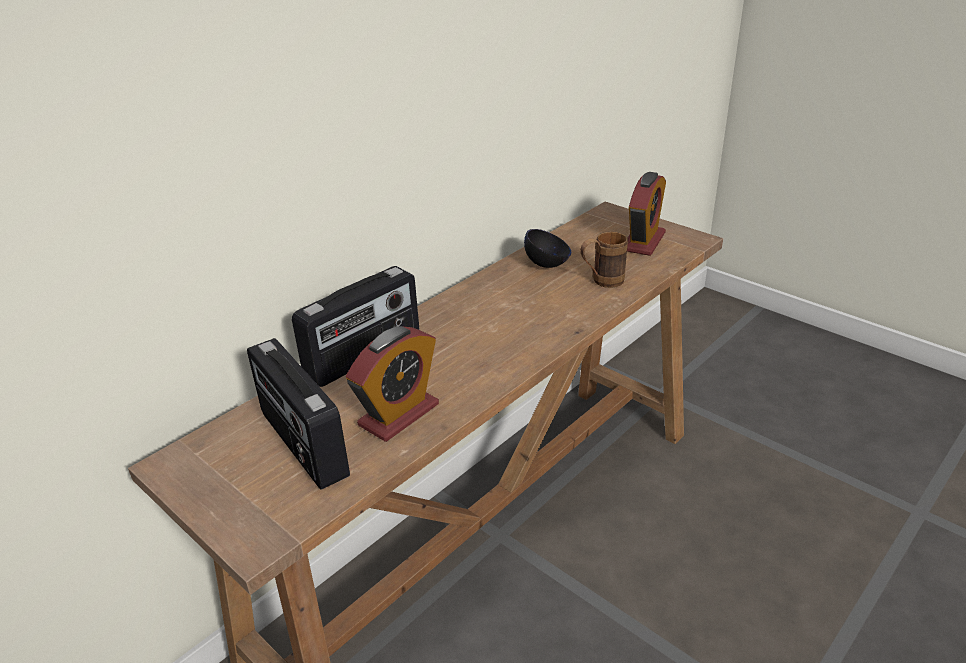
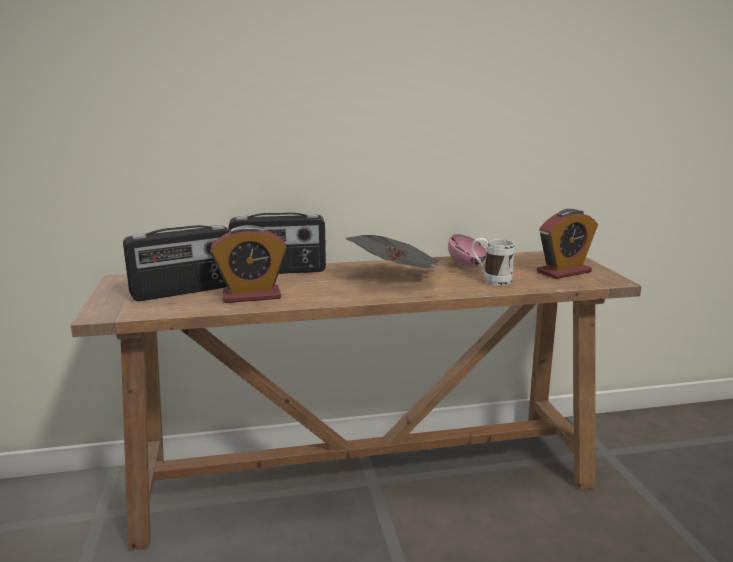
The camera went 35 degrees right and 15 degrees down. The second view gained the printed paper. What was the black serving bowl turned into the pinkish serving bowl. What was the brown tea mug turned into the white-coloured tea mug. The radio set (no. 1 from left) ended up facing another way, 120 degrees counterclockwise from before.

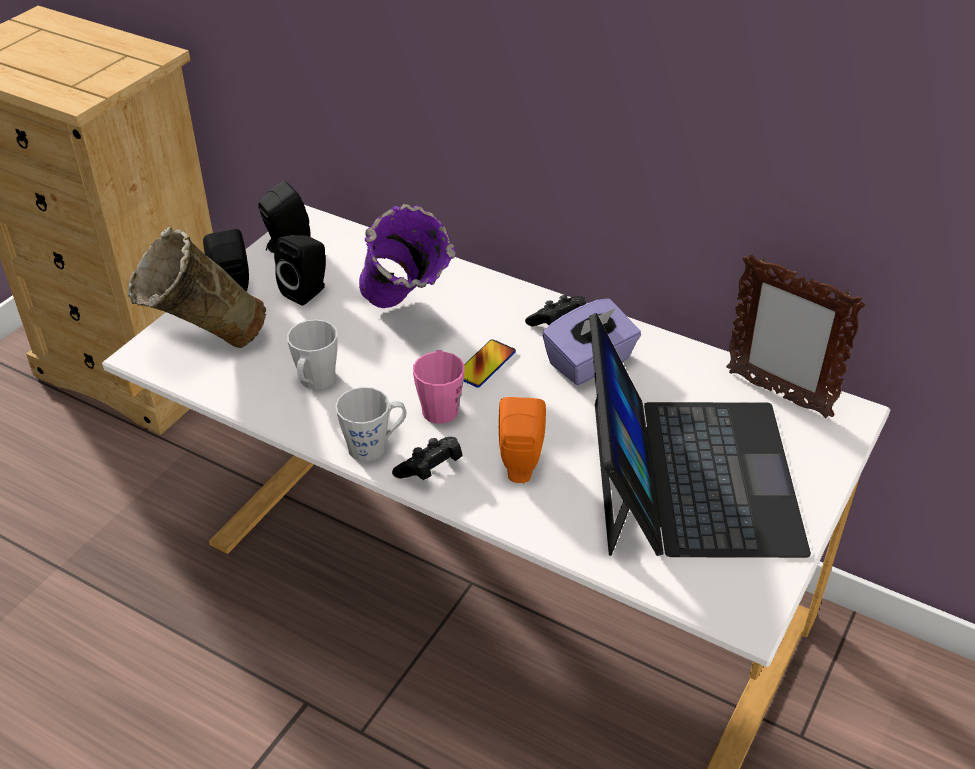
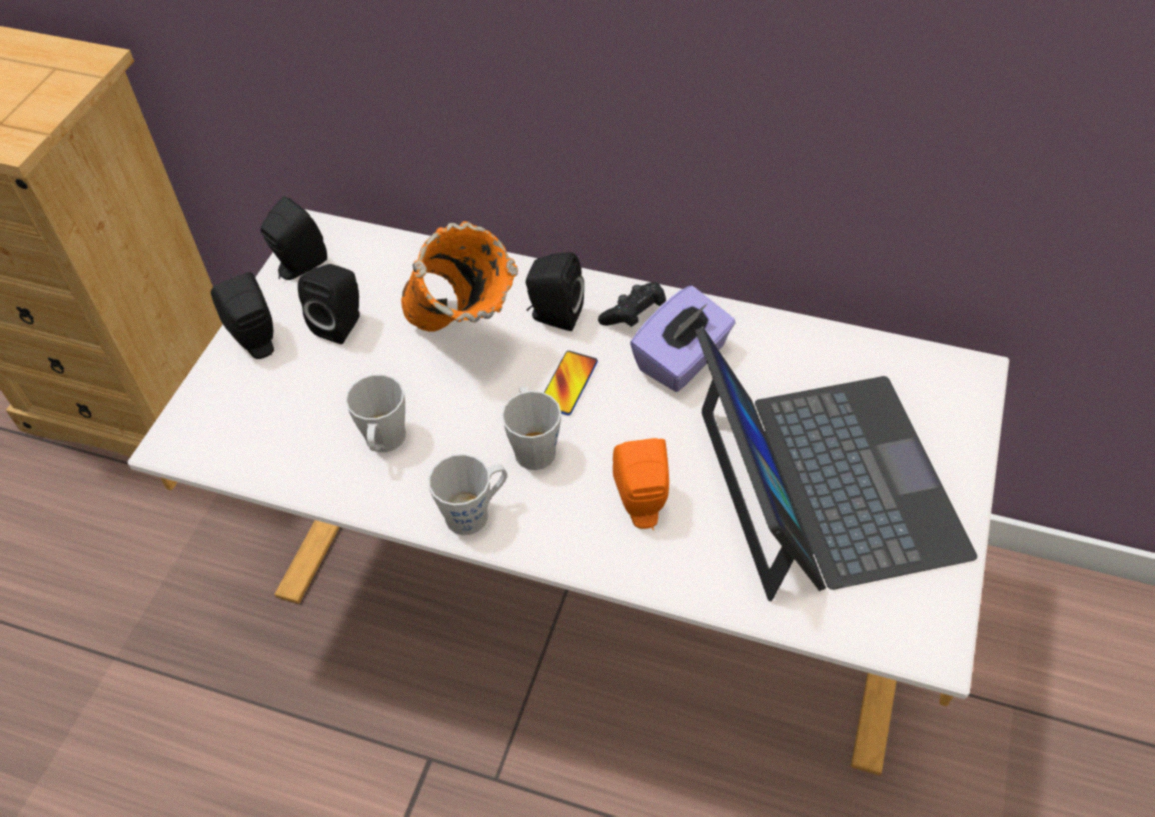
The camera went 10 degrees left and 10 degrees up. The second view lost the sand-coloured vase. The second view lost the black joypad (no. 1 from left). The second view lost the picture frame. The second view gained the black speaker (no. 4 from left). What was the purplish vase turned into the orange vase. What was the pinkish tea mug turned into the greyish tea mug (no. 3 from left).

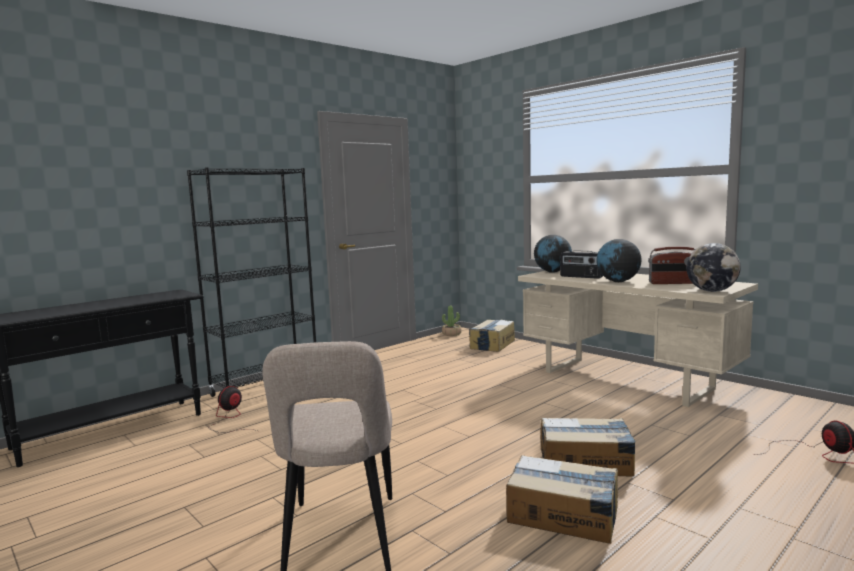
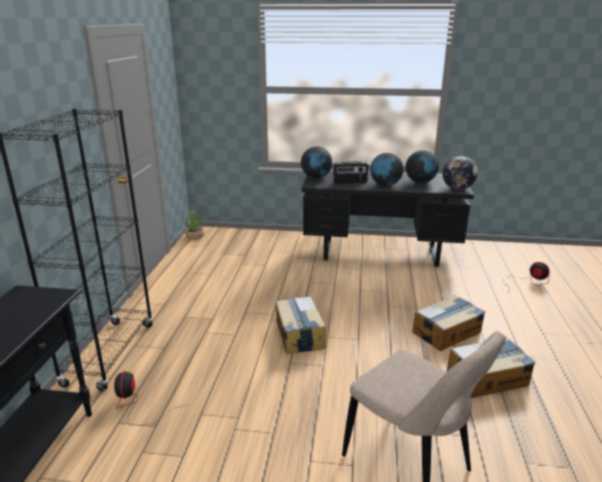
The camera went 40 degrees left and 15 degrees up. The cardboard box (no. 1 from left) ended up elsewhere. Where the radio set (no. 2 from left) stood, the globe (no. 3 from left) came to stand. What was the sand-coloured desk table turned into the black desk table.

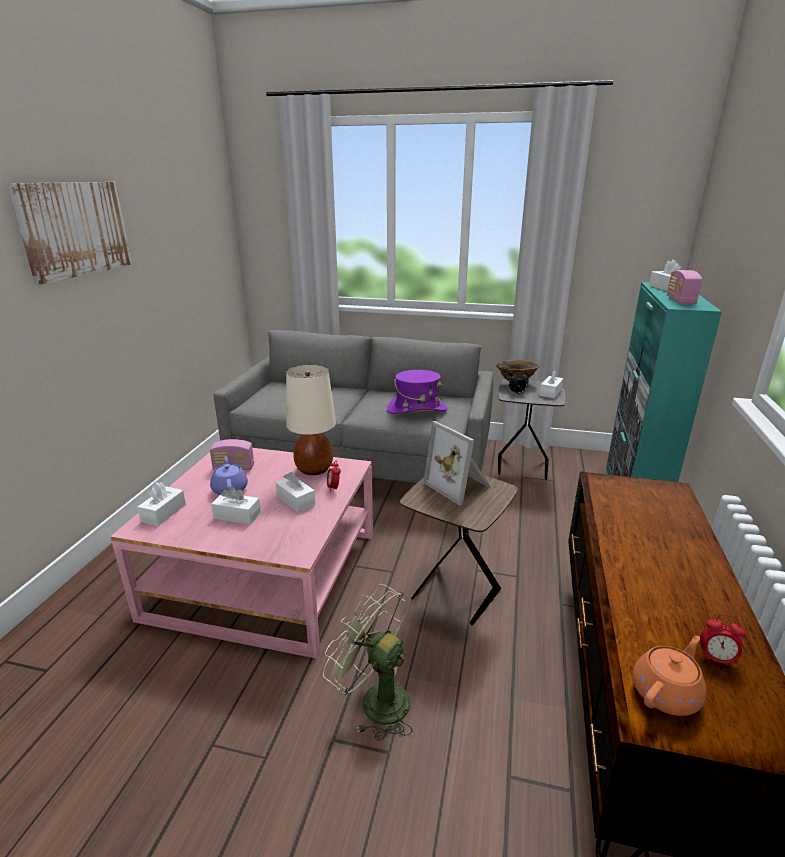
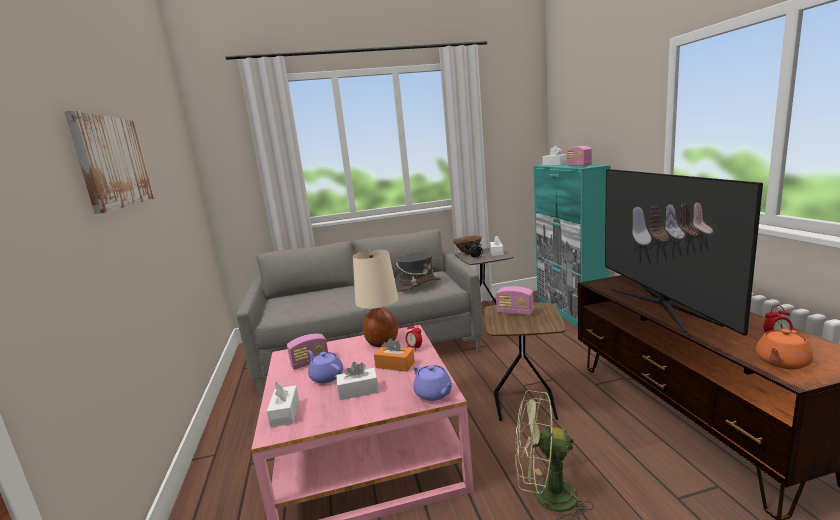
The camera went 25 degrees left and 10 degrees down. The second view gained the purplish pot for tea (no. 2 from left). The second view gained the television. Where the picture frame stood, the radio set (no. 2 from left) came to stand. What was the white-coloured box of tissues (no. 3 from left) turned into the orange box of tissues. What was the purplish wearable hat turned into the greyish wearable hat. The orange pot for tea ended up facing another way, 150 degrees counterclockwise from before.

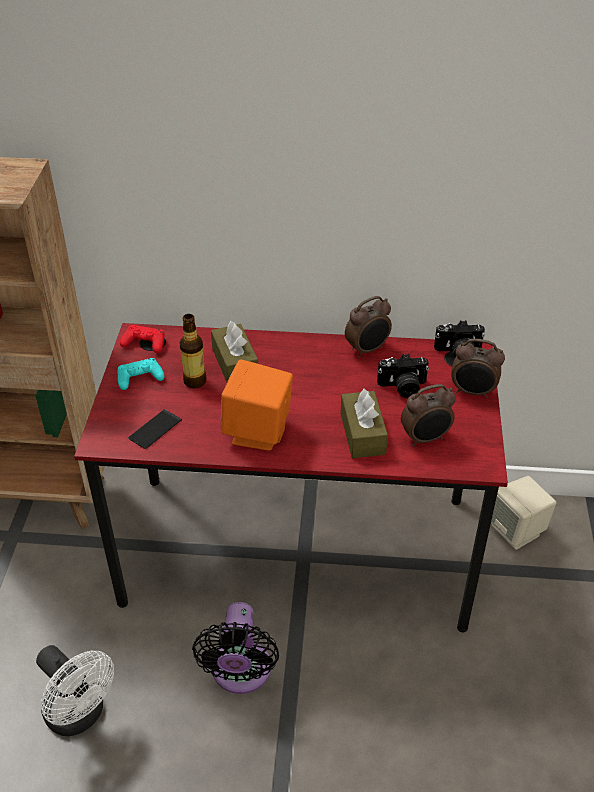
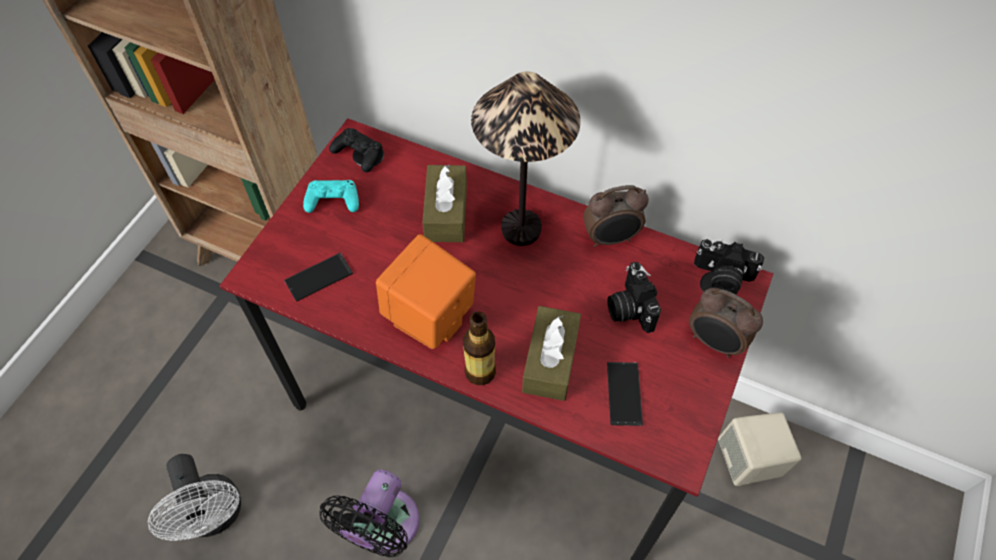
The camera went 20 degrees right and 15 degrees up. The second view gained the tabletop lamp. The bottle ended up elsewhere. Where the bedside clock (no. 2 from left) stood, the phone (no. 2 from left) came to stand. What was the red joypad turned into the black joypad. The still camera (no. 1 from left) ended up facing another way, 60 degrees clockwise from before.

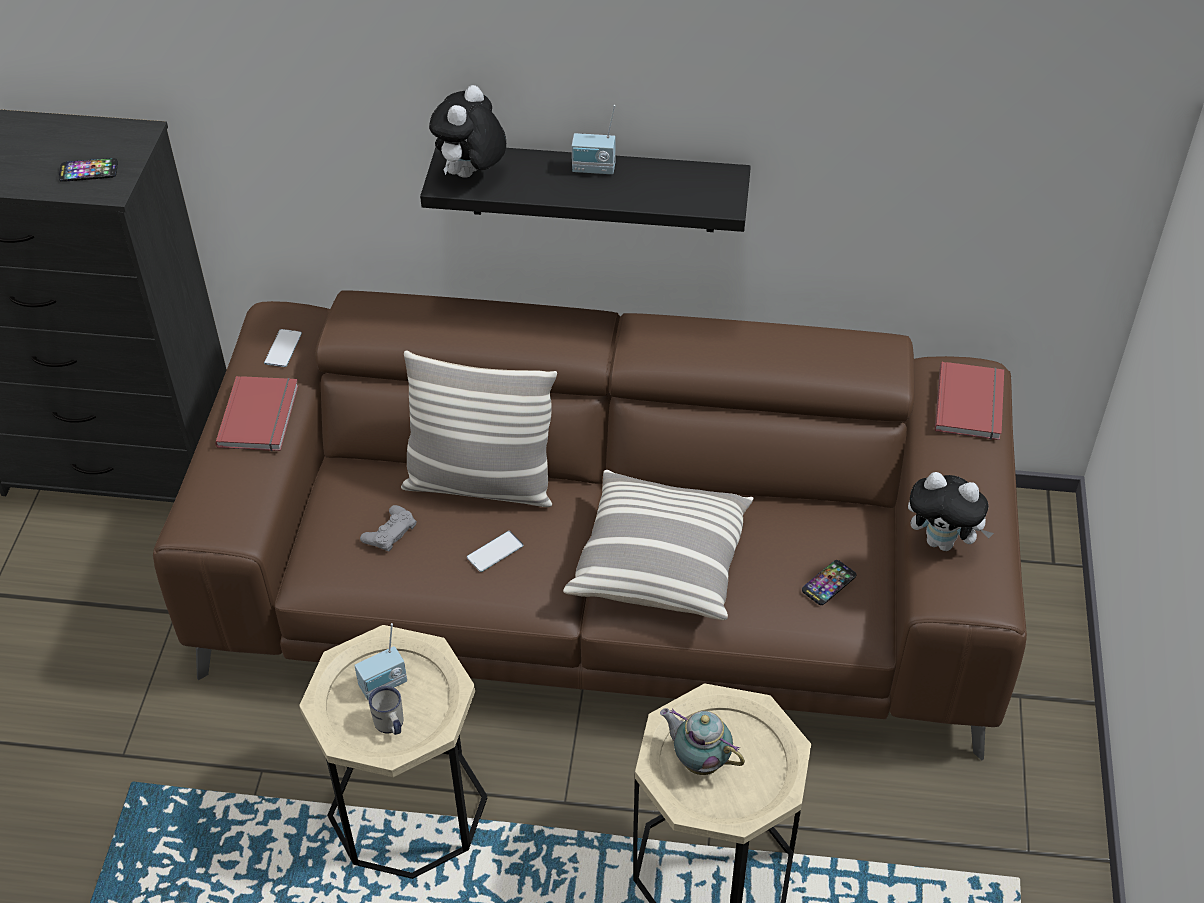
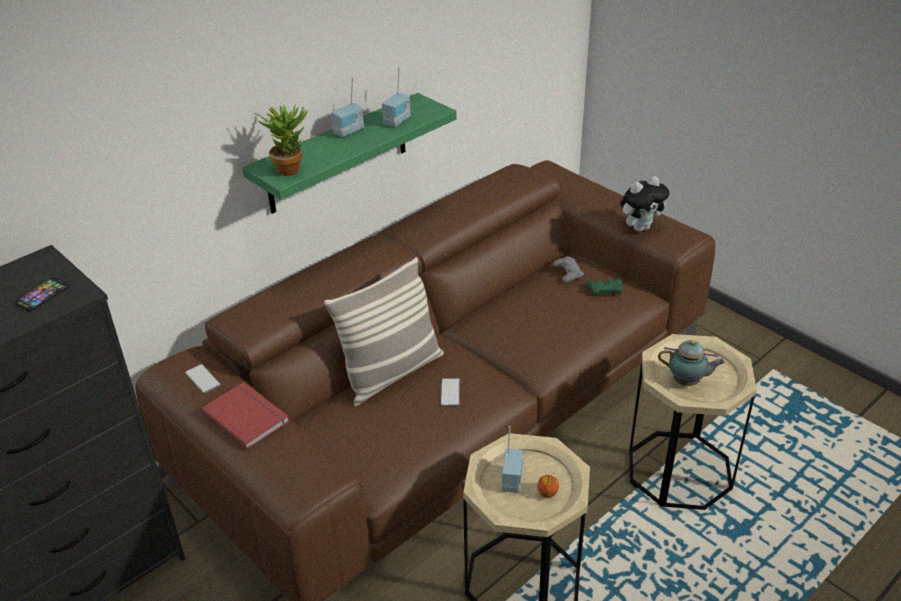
The camera went 50 degrees left and 10 degrees down. The second view lost the throw pillow (no. 2 from left). The second view lost the red volume (no. 2 from left). The second view gained the radio set (no. 2 from left). The greyish joypad ended up elsewhere. Where the white-coloured tea mug stood, the apple fruit came to stand. Where the plush toy (no. 1 from left) stood, the potted plant came to stand. Where the phone (no. 4 from left) stood, the green joypad came to stand. What was the black wall shelf turned into the green wall shelf. The pot for tea ended up facing another way, 150 degrees counterclockwise from before.

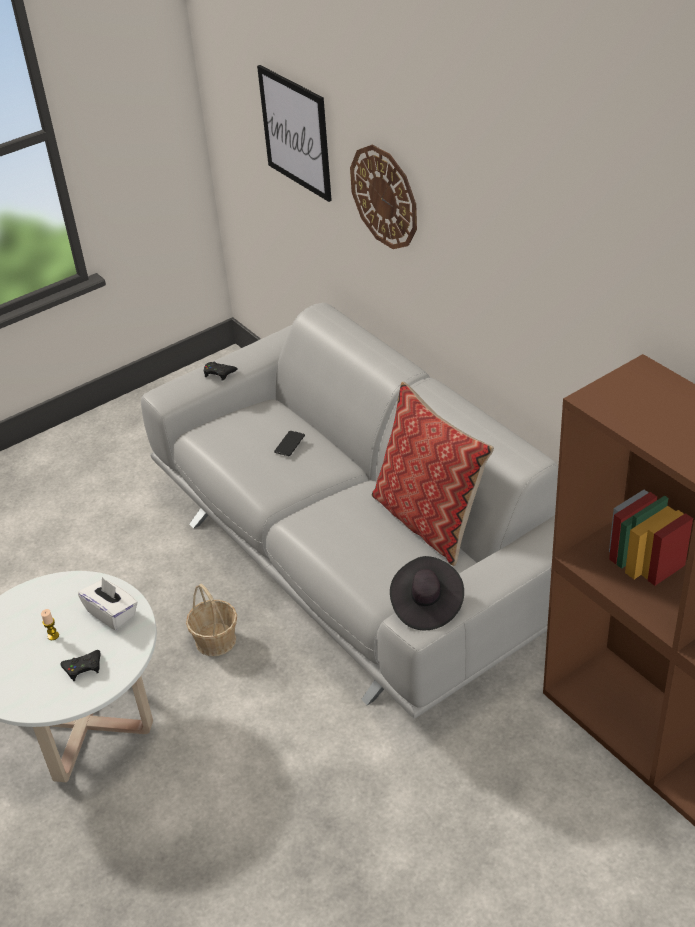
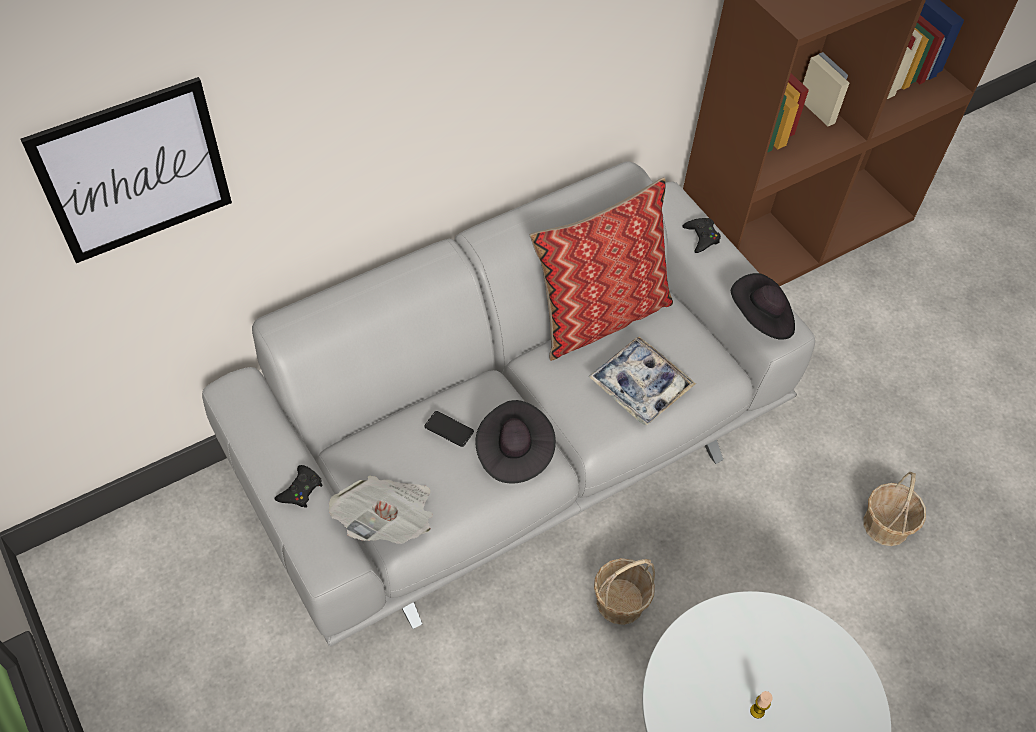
The camera went 90 degrees left and 15 degrees up. The second view lost the white-coloured box of tissues. The second view lost the wall clock. The second view gained the printed paper. The second view gained the black wearable hat (no. 1 from left). The second view gained the carrying tray. The second view gained the storage basket (no. 2 from left). The black joypad (no. 1 from left in the first image) ended up elsewhere.

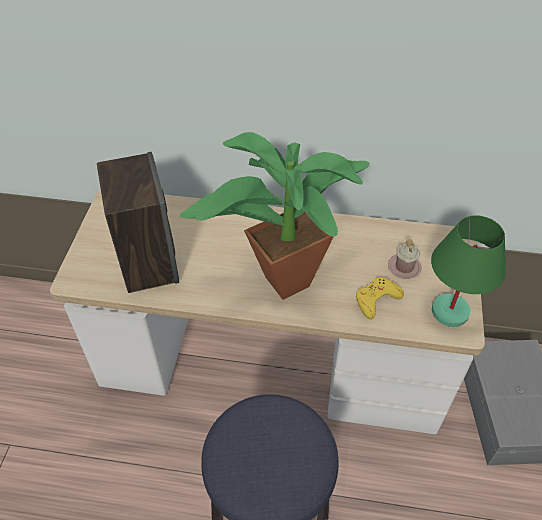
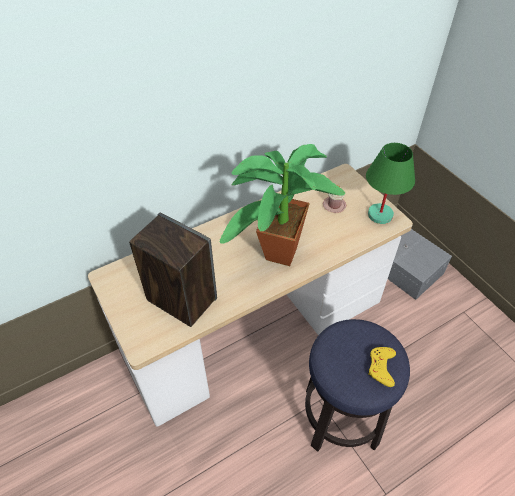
The camera went 40 degrees left and 0 degrees up. The yellow joypad ended up elsewhere.

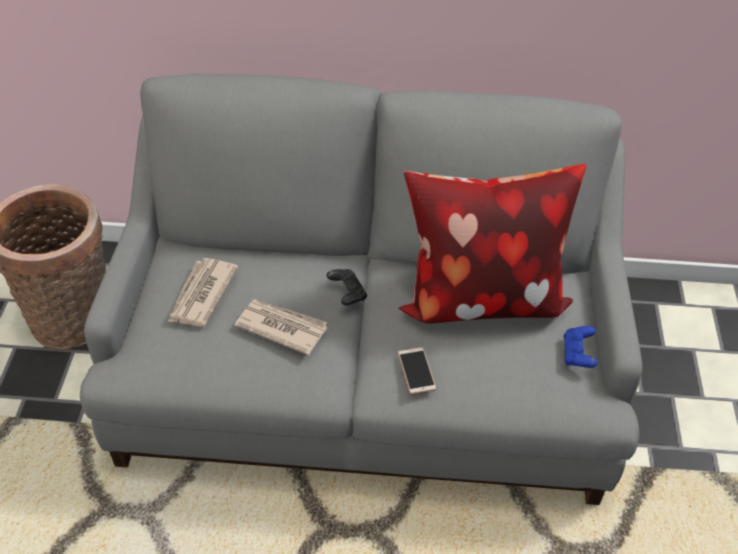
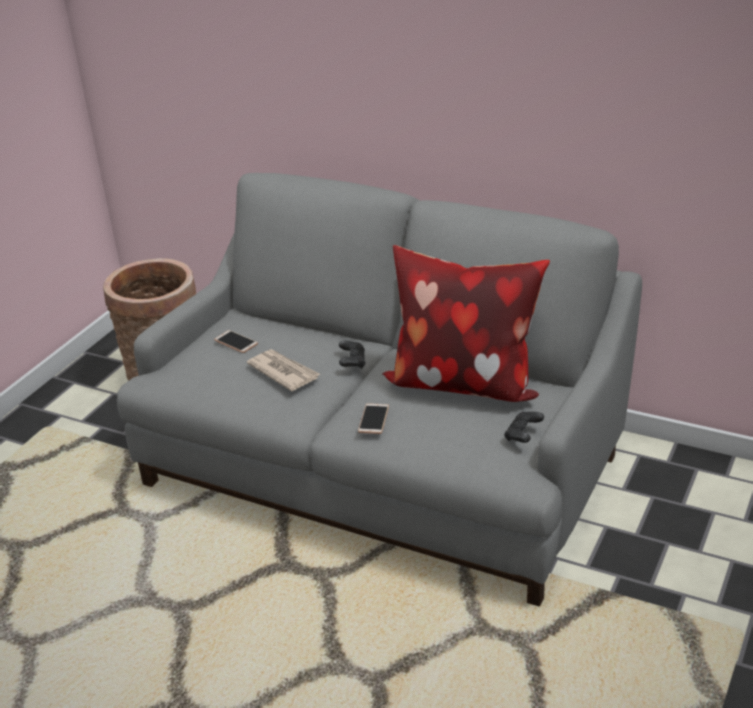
The camera went 25 degrees right and 15 degrees down. Where the printed paper (no. 1 from left) stood, the phone (no. 1 from left) came to stand. What was the blue joypad turned into the black joypad (no. 2 from left).

